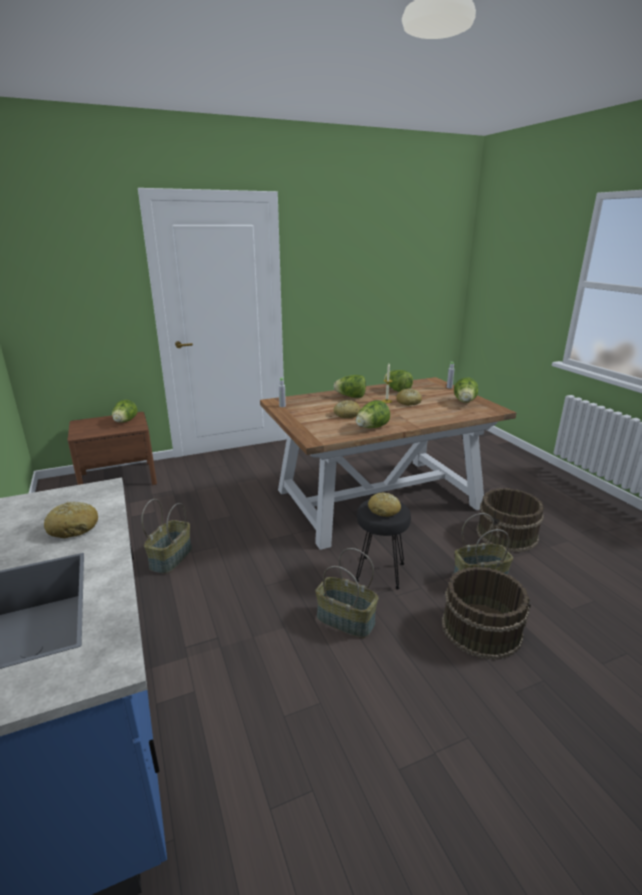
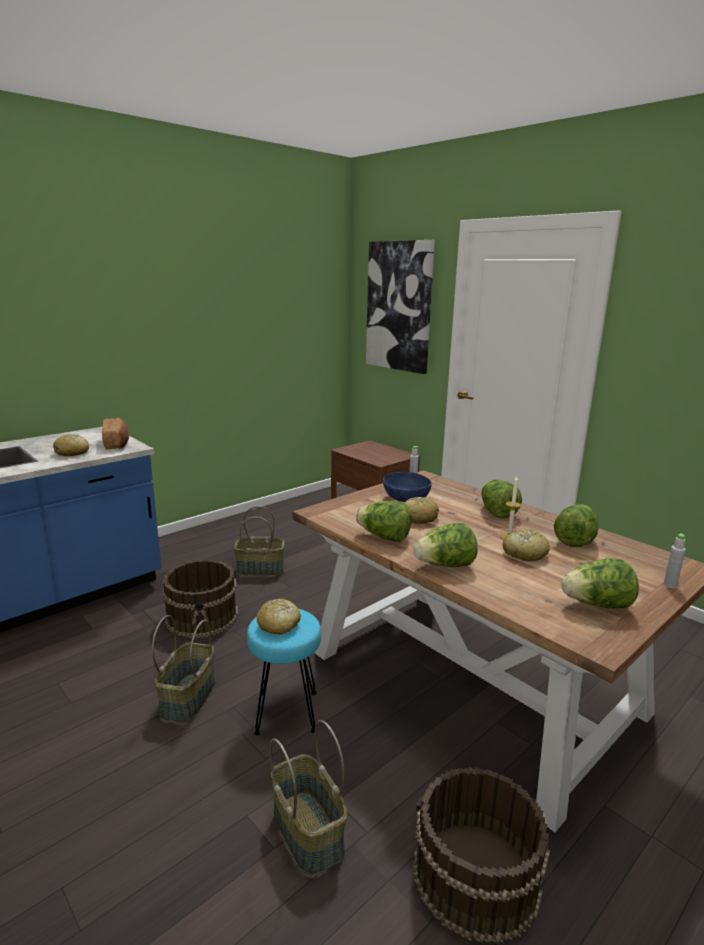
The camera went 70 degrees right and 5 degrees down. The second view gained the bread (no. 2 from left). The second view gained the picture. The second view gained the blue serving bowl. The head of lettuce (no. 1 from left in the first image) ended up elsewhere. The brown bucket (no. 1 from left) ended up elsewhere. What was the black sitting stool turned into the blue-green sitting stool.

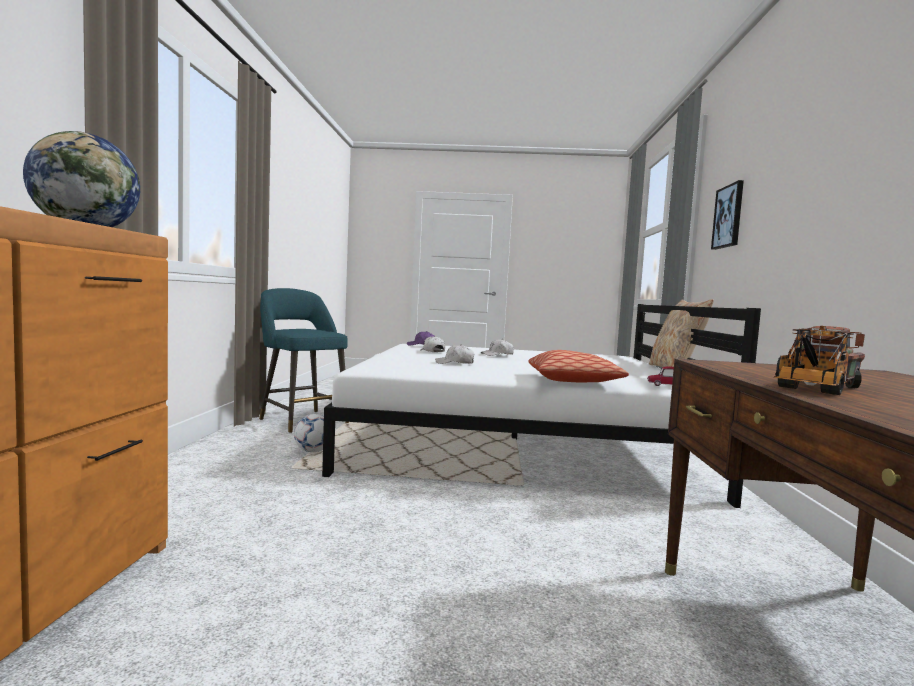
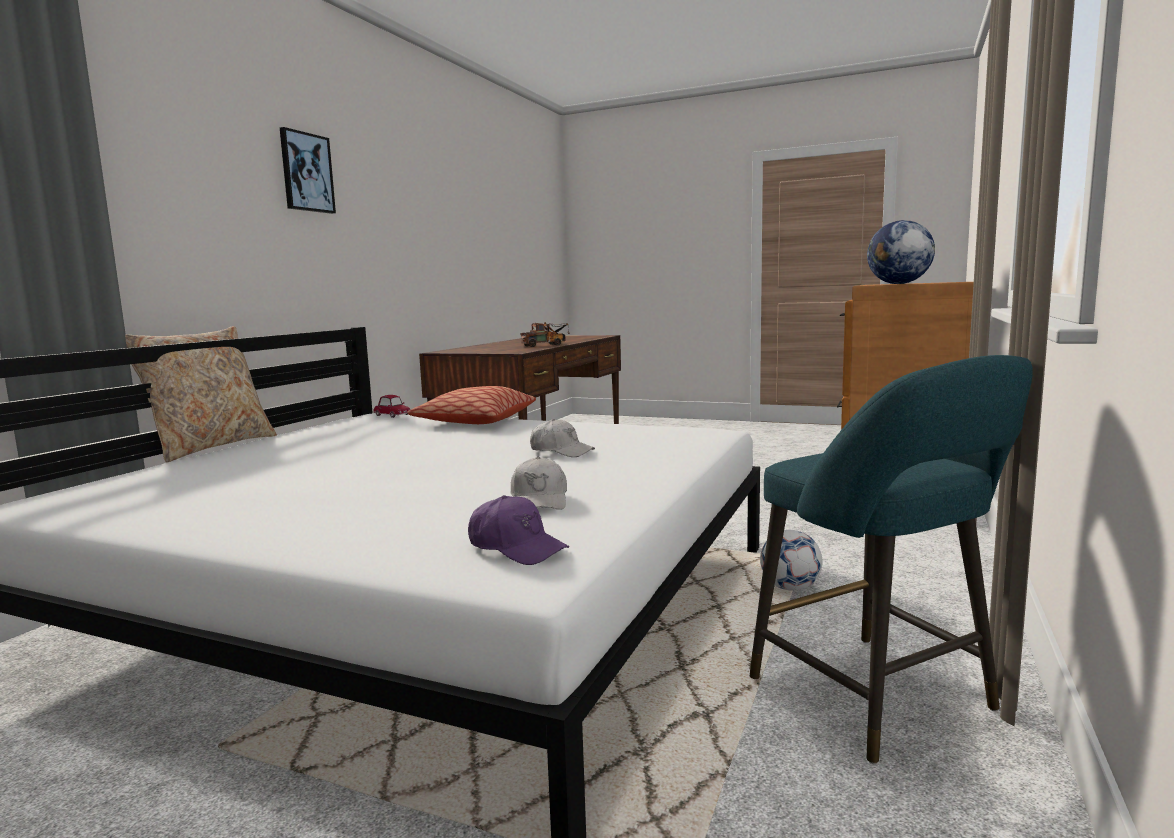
The camera went 160 degrees left and 5 degrees up. The second view lost the white-coloured cap (no. 3 from left). The picture ended up elsewhere.

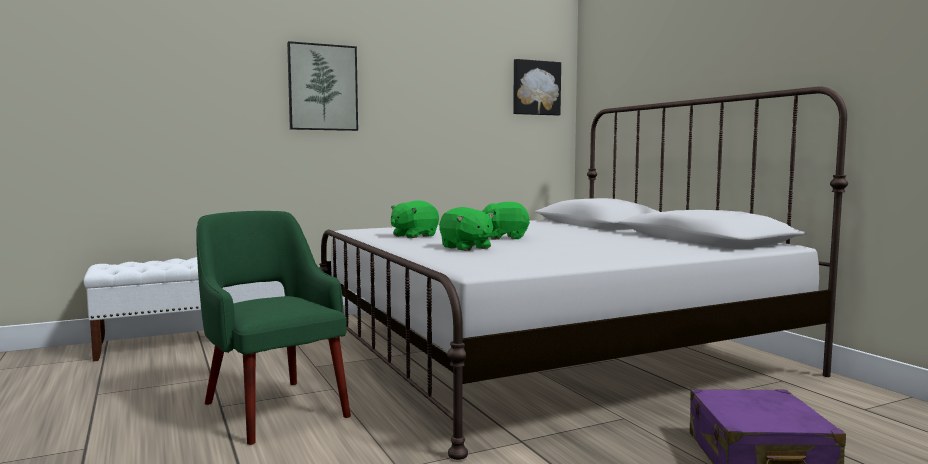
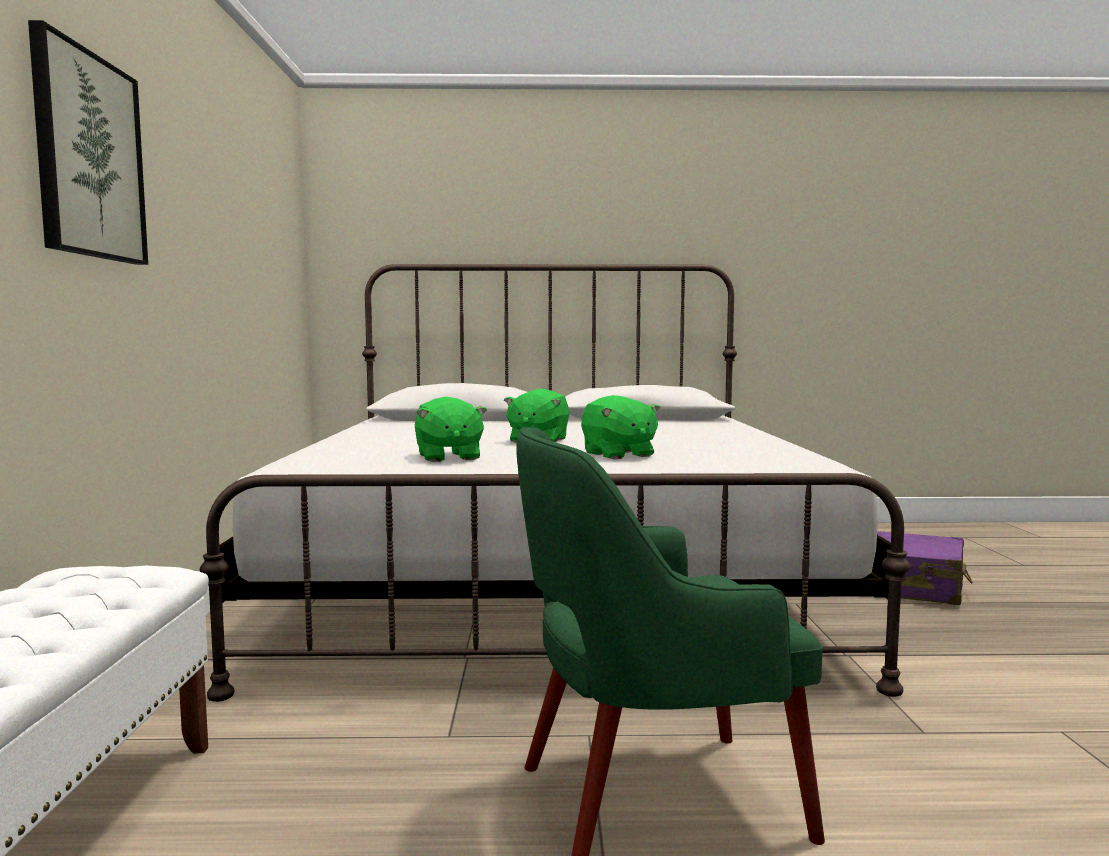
The camera went 65 degrees left and 0 degrees up. The second view lost the picture (no. 2 from left). The green plush toy (no. 2 from left in the first image) ended up facing another way, 75 degrees clockwise from before.

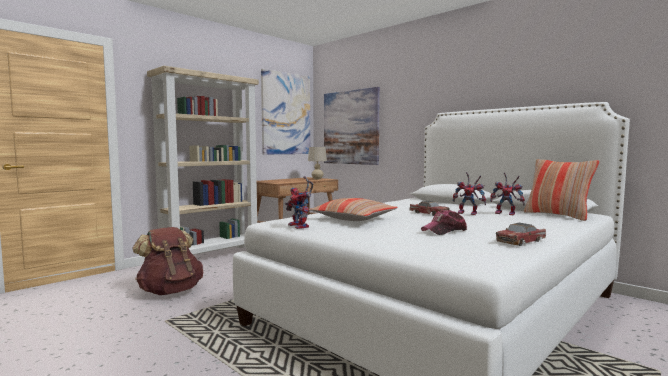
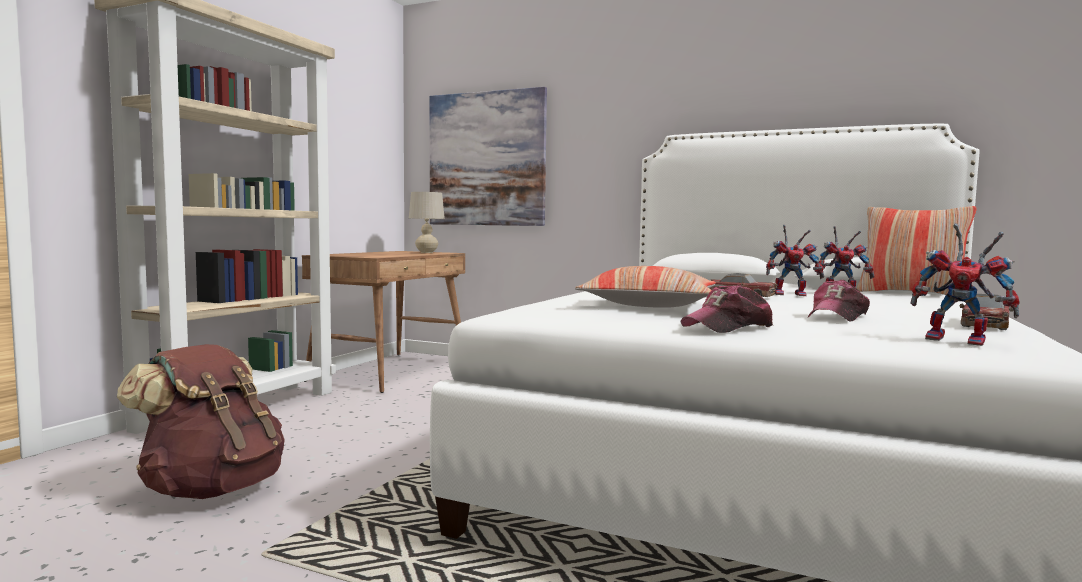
The camera went 20 degrees left and 0 degrees up. The second view lost the picture (no. 1 from left). The second view gained the cap (no. 1 from left). The robot figure (no. 1 from left in the first image) ended up elsewhere.

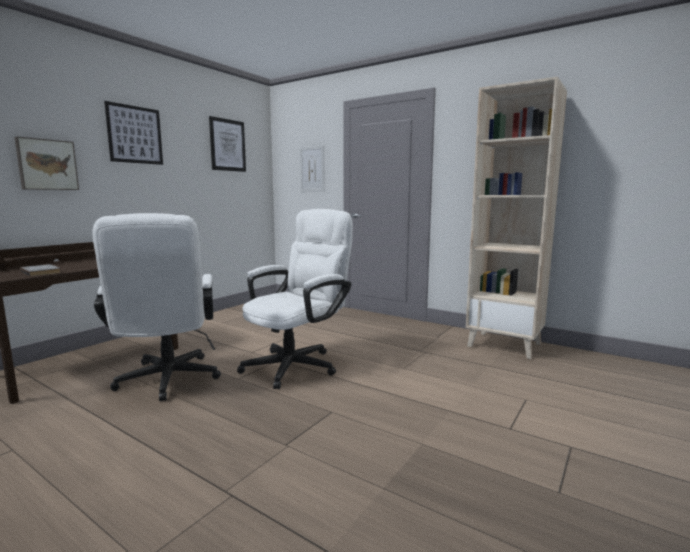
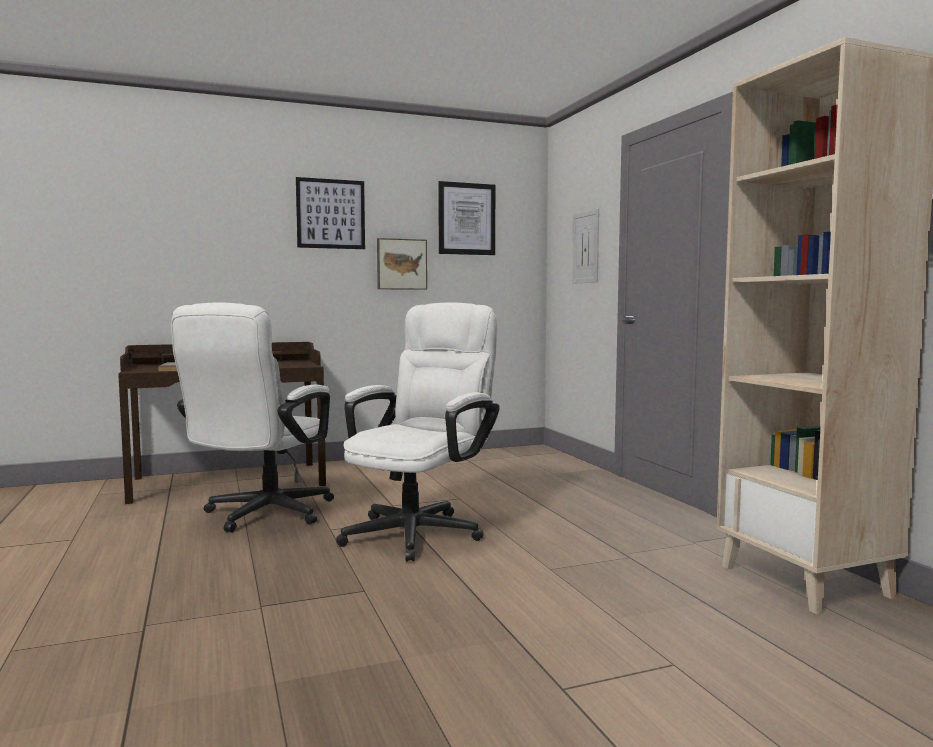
The camera went 35 degrees right and 5 degrees down. The picture (no. 1 from left in the first image) ended up elsewhere. The white-coloured computer chair (no. 2 from left) ended up facing another way, 45 degrees counterclockwise from before.

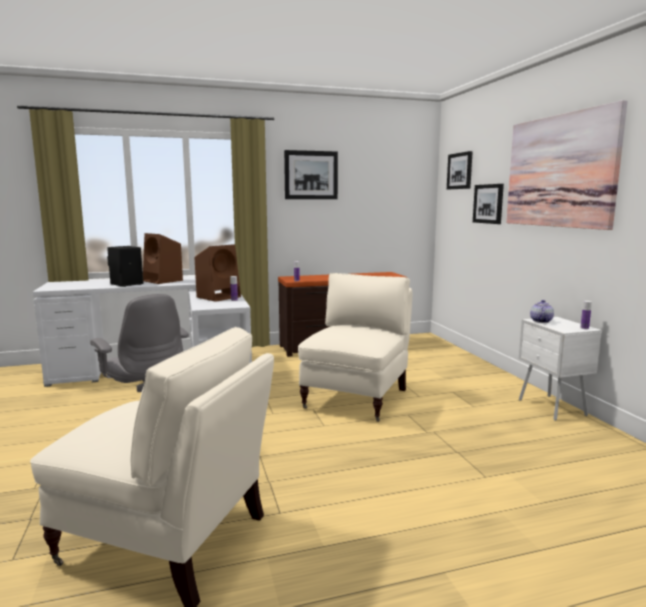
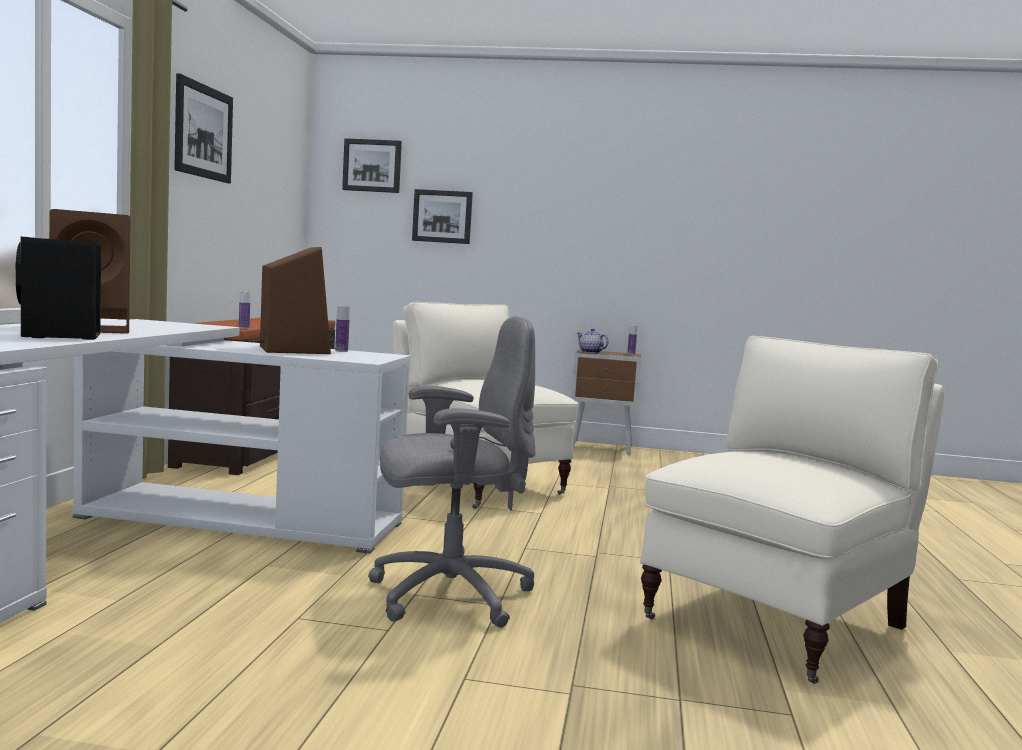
The camera went 65 degrees left and 5 degrees down. The second view lost the picture (no. 4 from left). What was the white-coloured night table turned into the brown night table.

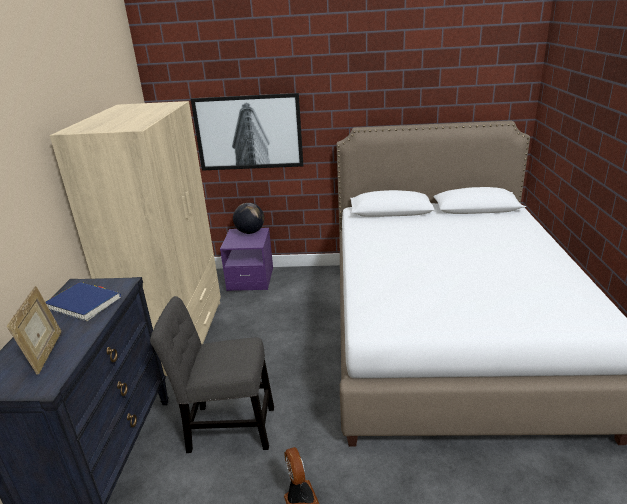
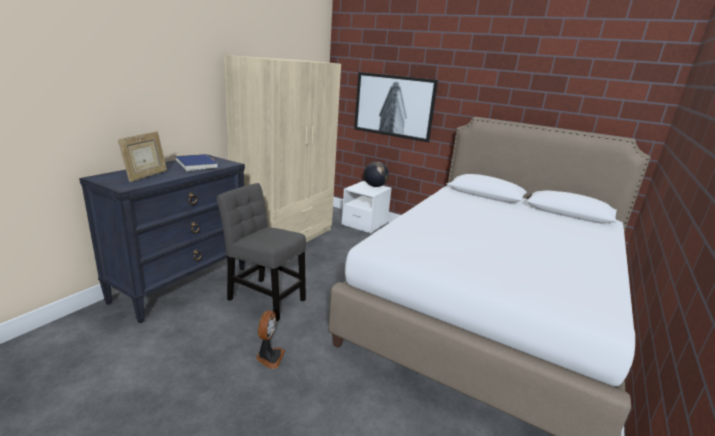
The camera went 25 degrees right and 5 degrees down. What was the purplish night table turned into the white-coloured night table.

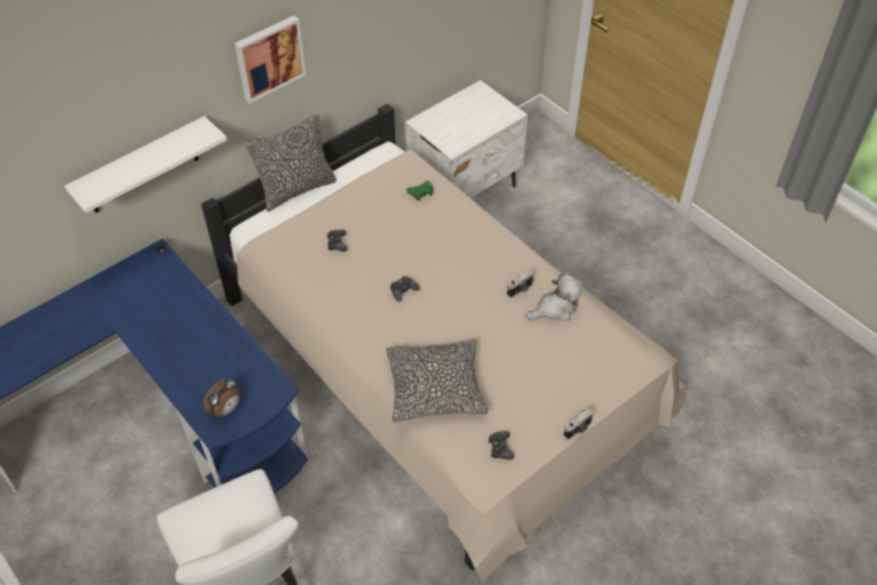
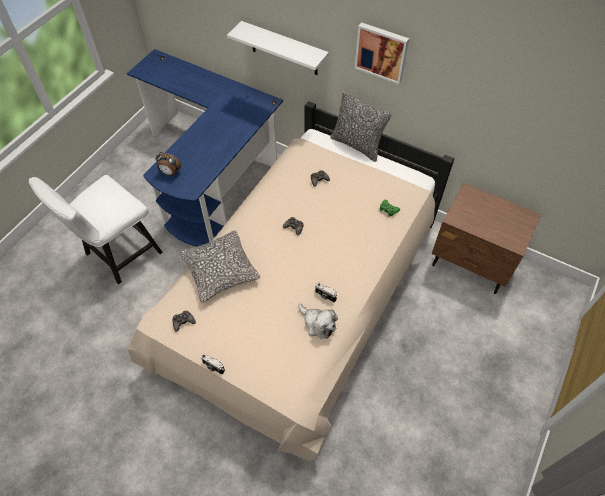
The camera went 70 degrees right and 5 degrees up. What was the white-coloured night table turned into the brown night table.

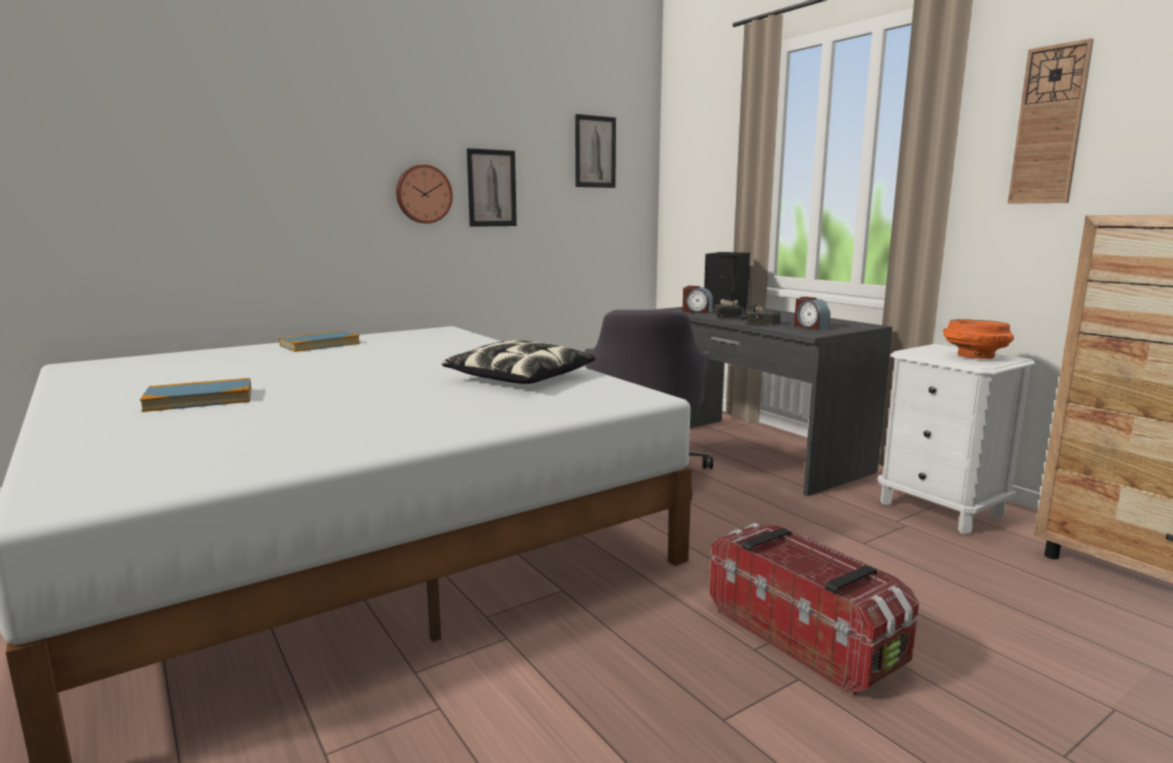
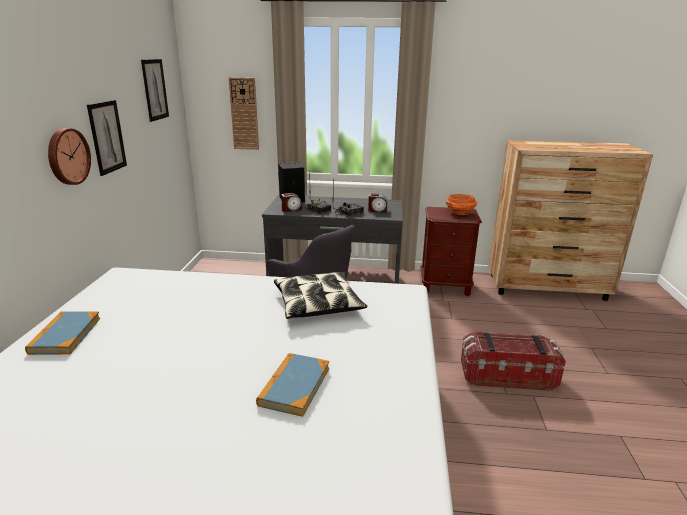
The camera went 50 degrees left and 10 degrees up. The volume (no. 1 from left in the first image) ended up elsewhere. The wall clock (no. 2 from left) ended up elsewhere. What was the white-coloured night table turned into the brown night table.

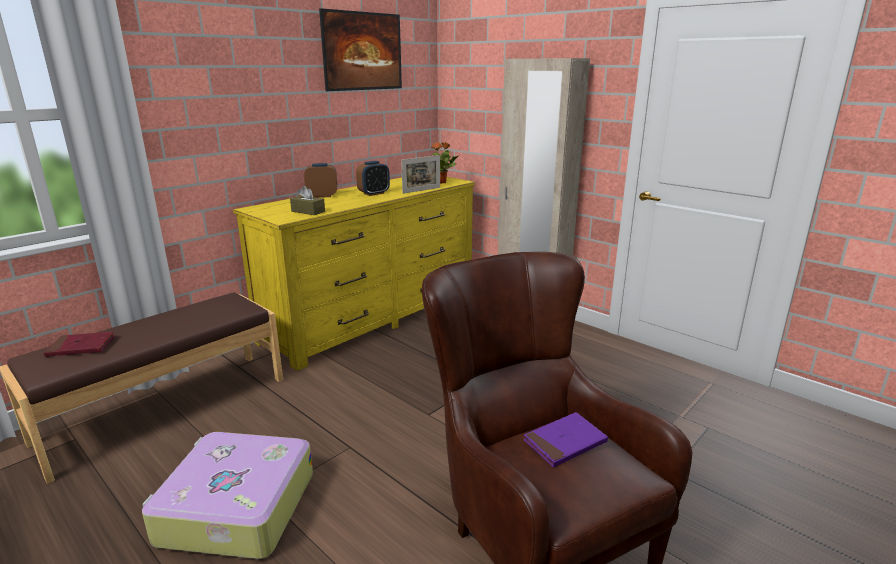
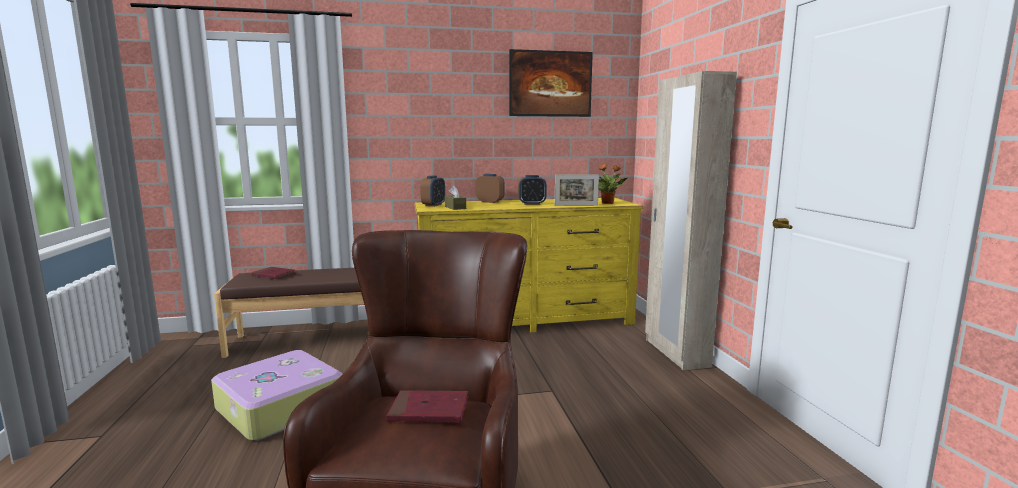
The camera went 35 degrees right and 10 degrees down. The second view gained the bedside clock (no. 1 from left). What was the purplish volume turned into the red volume (no. 2 from left).

